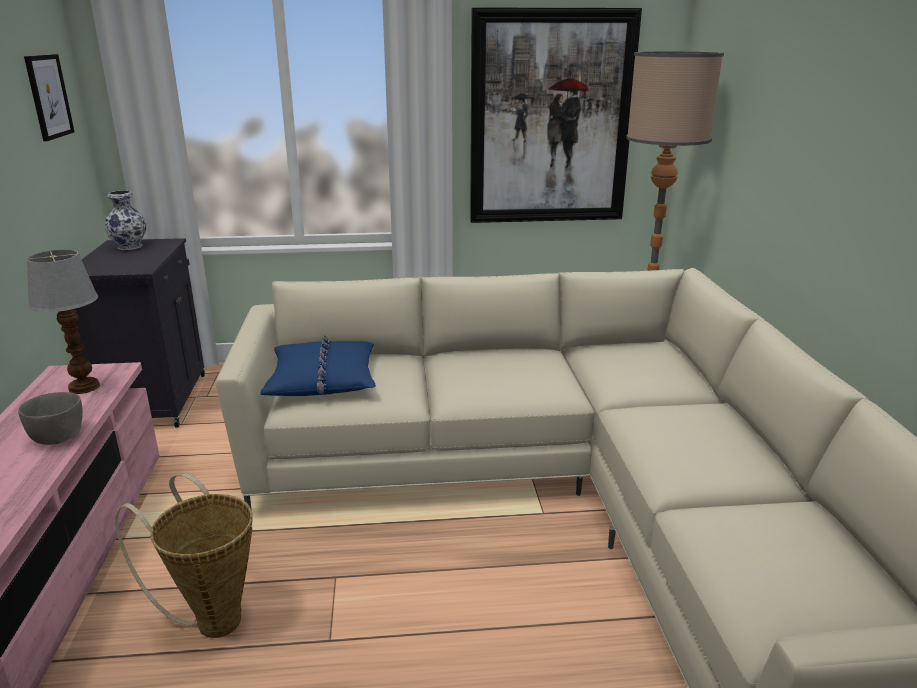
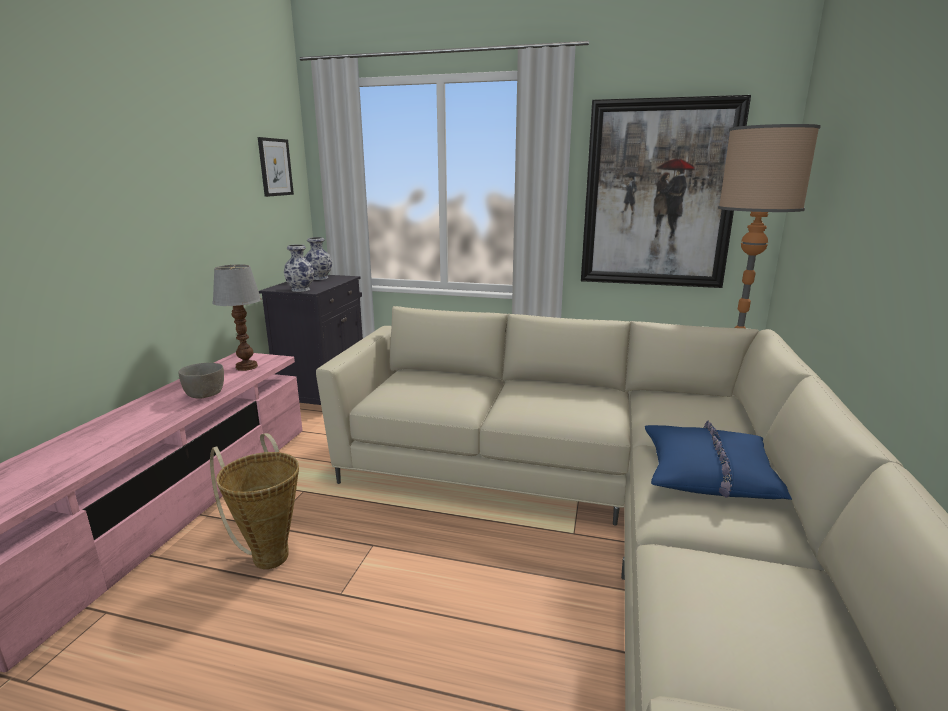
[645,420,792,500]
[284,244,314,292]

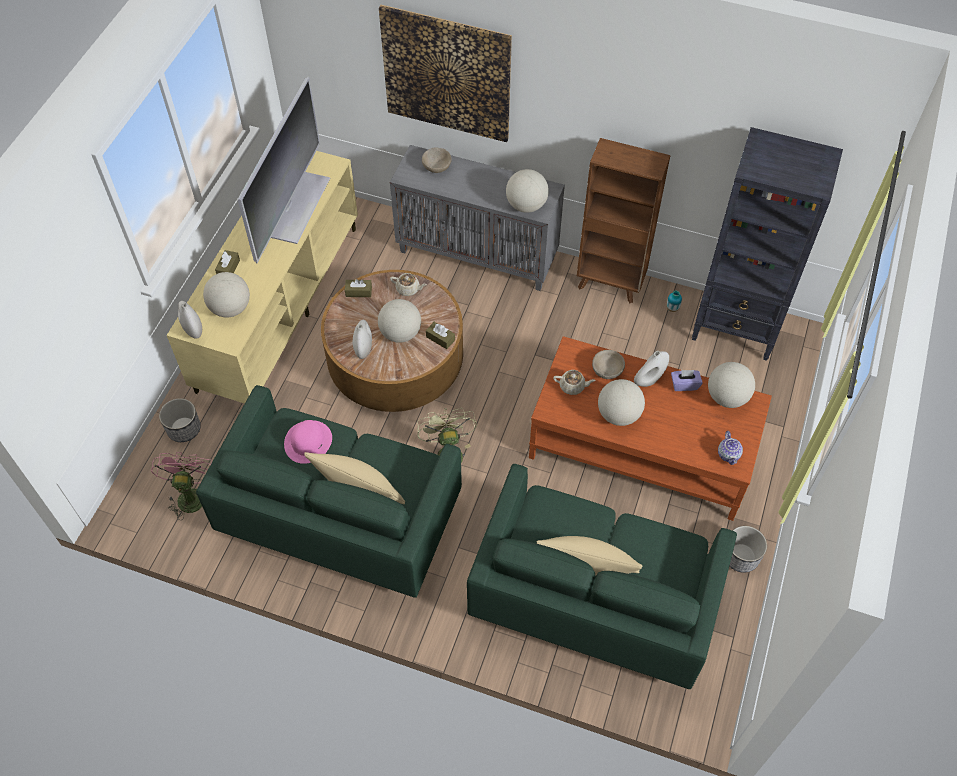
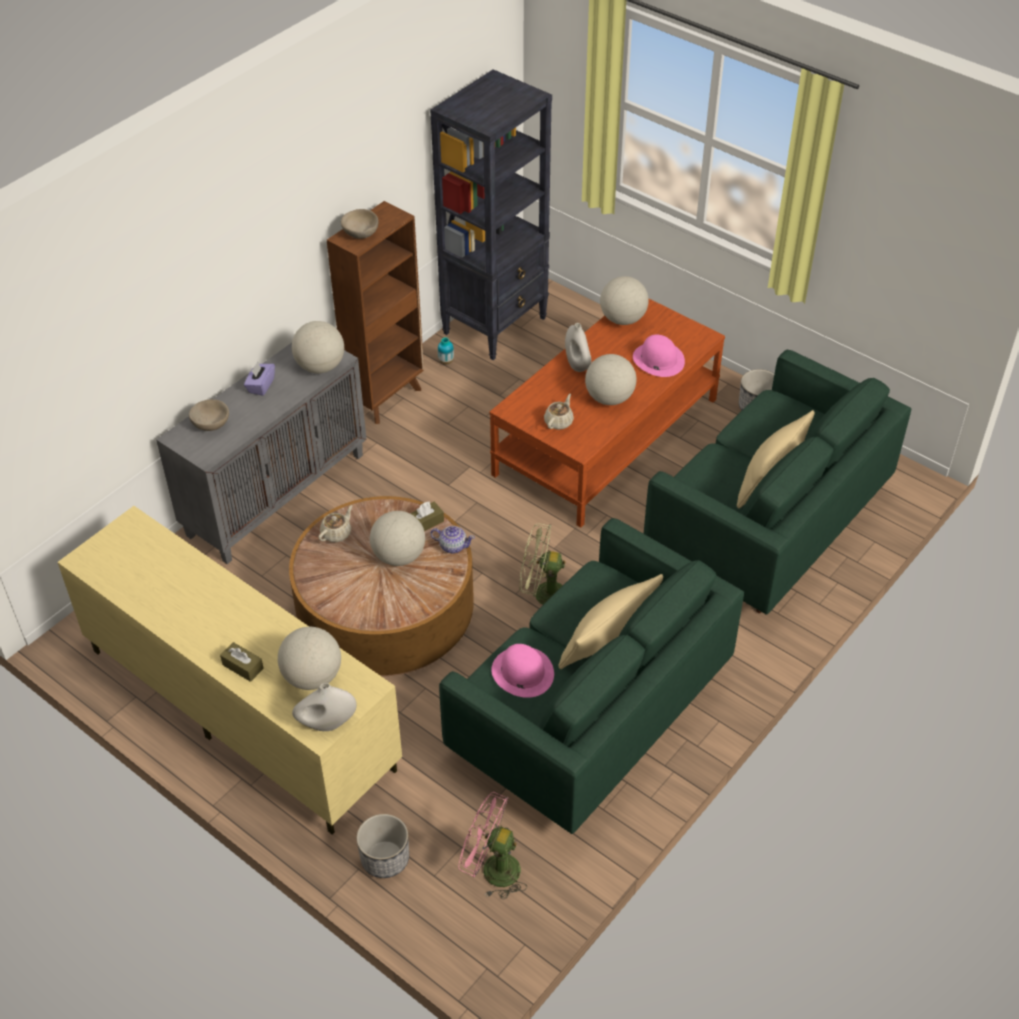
[238,77,330,263] (first image)
[345,279,372,297] (first image)
[353,320,372,359] (first image)
[379,5,512,142] (first image)
[341,209,379,239]
[244,362,275,396]
[430,526,475,554]
[633,334,685,377]

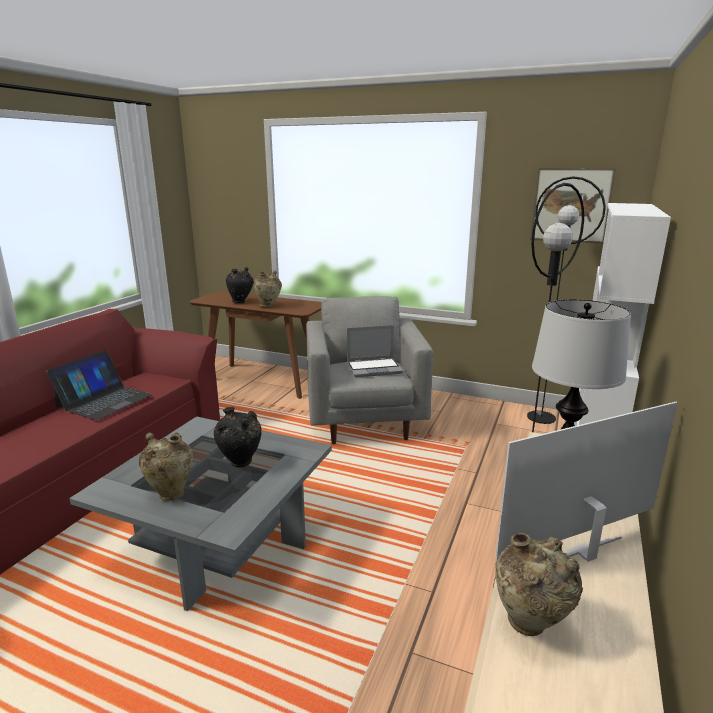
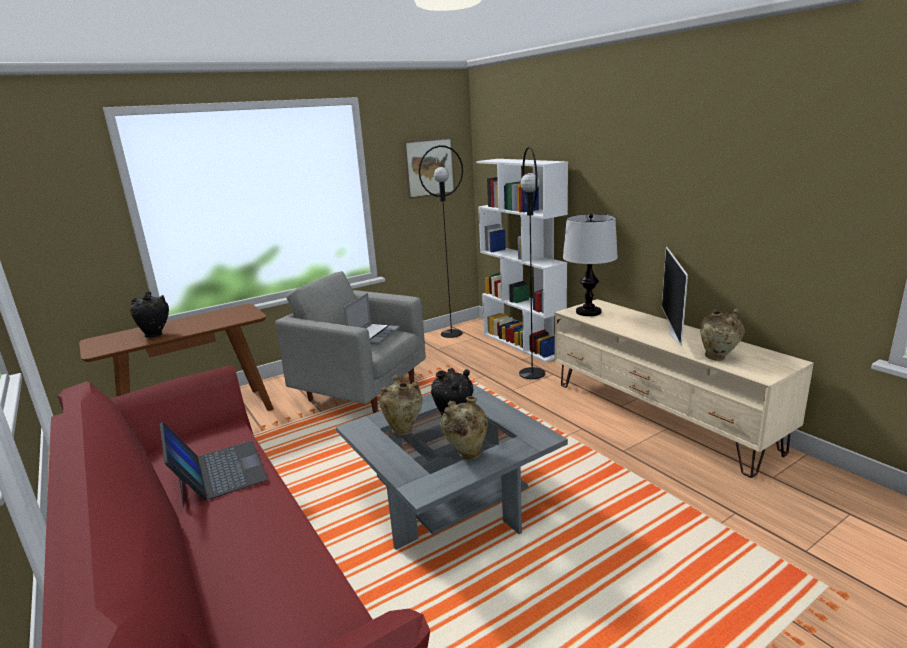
[379,375,423,435]

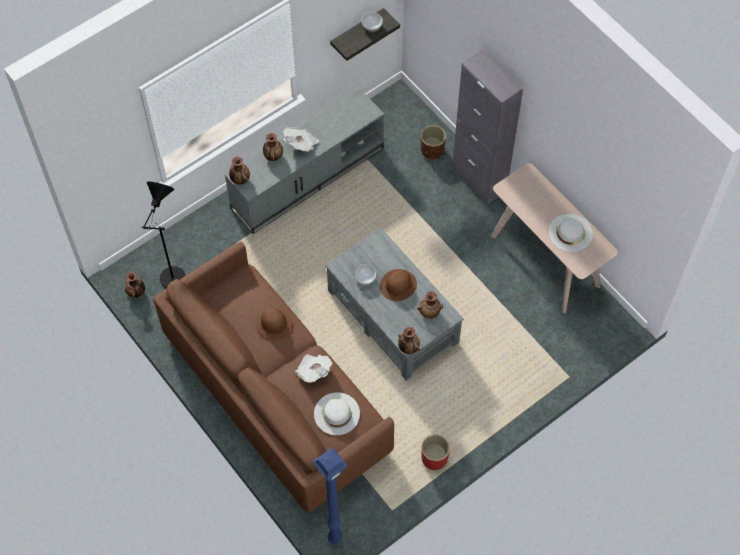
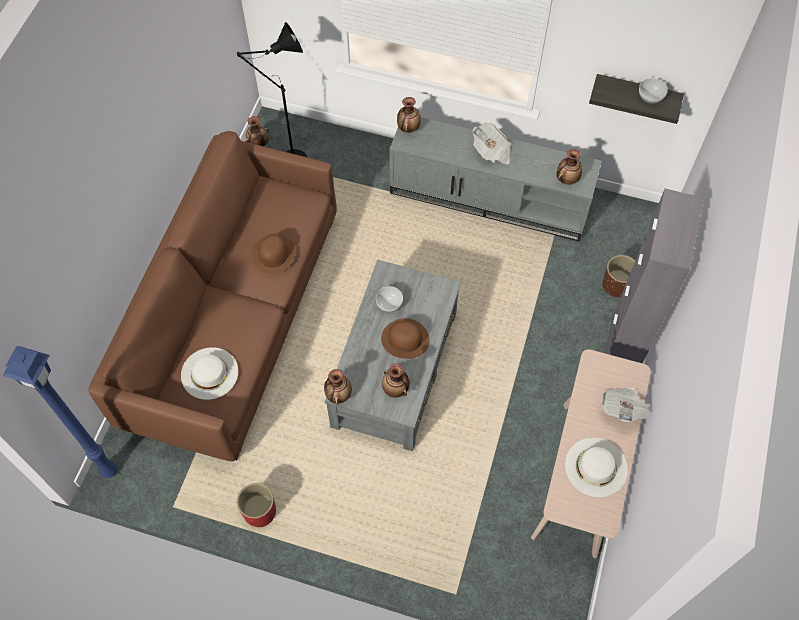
[557,149,582,185]
[601,387,650,422]

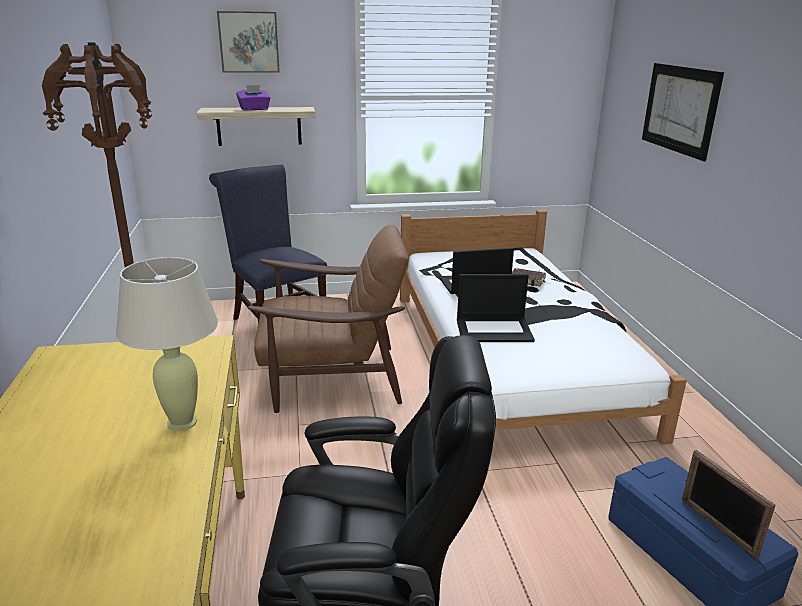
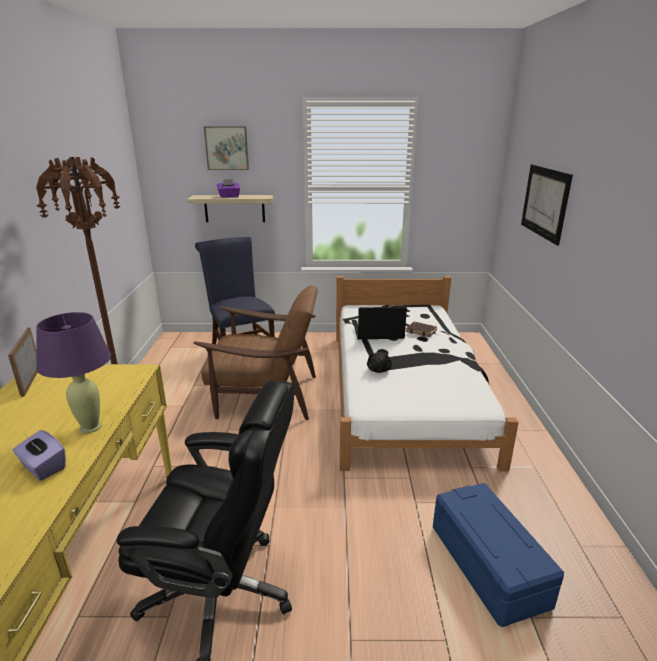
[36,312,111,433]
[367,352,392,373]
[8,328,38,397]
[13,430,66,481]

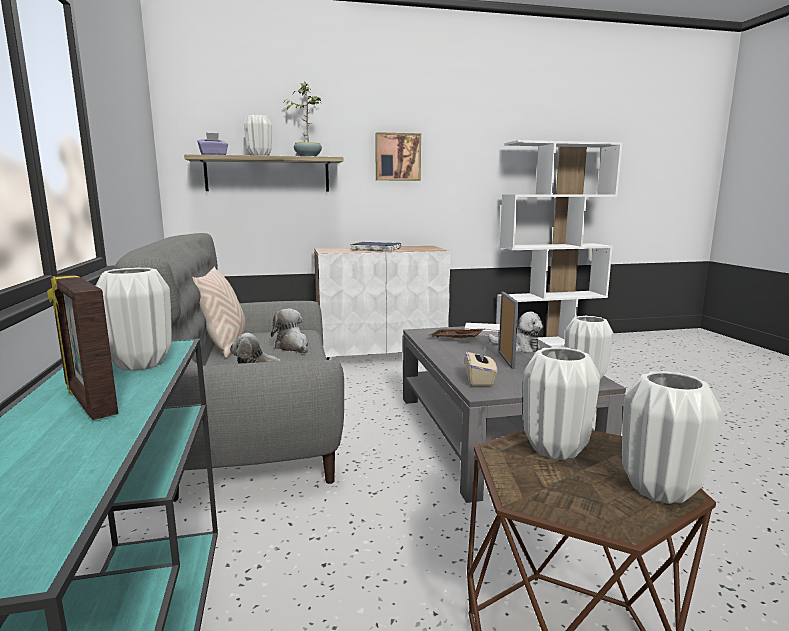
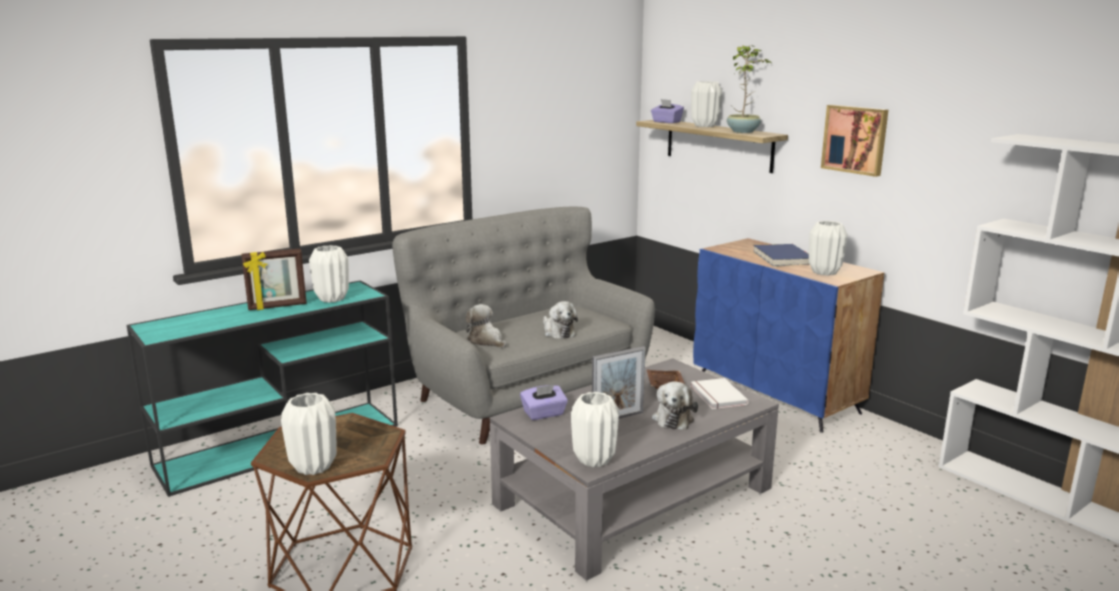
[241,248,307,310]
[193,267,246,358] (first image)
[543,301,578,339]
[693,238,884,433]
[520,385,568,420]
[809,221,848,276]

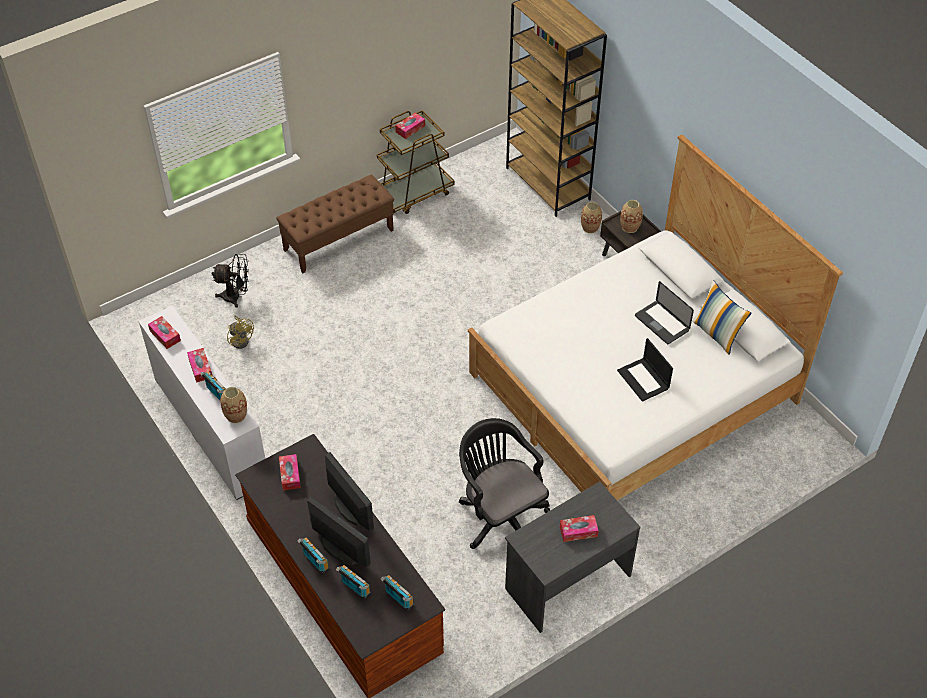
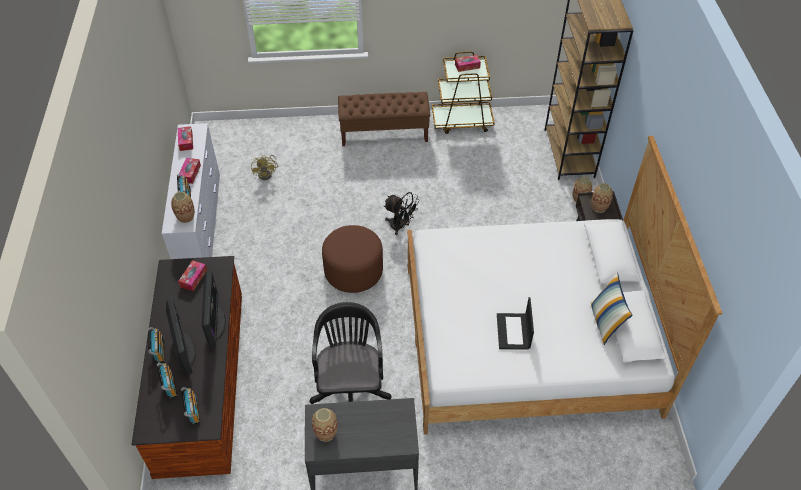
[384,192,419,235]
[560,515,599,542] (first image)
[635,281,694,344] (first image)
[312,408,338,442]
[322,225,383,293]

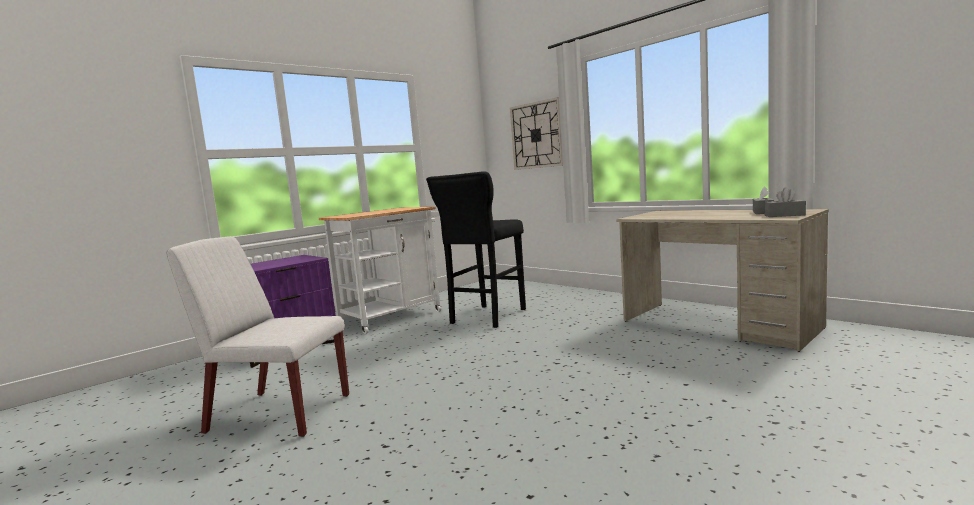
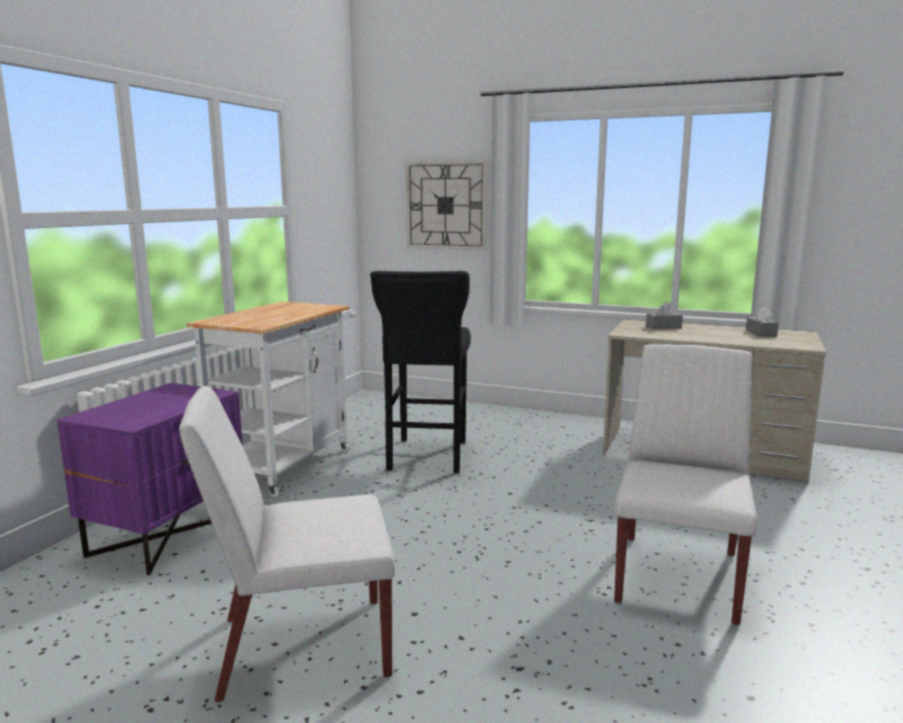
[646,302,683,330]
[614,344,757,626]

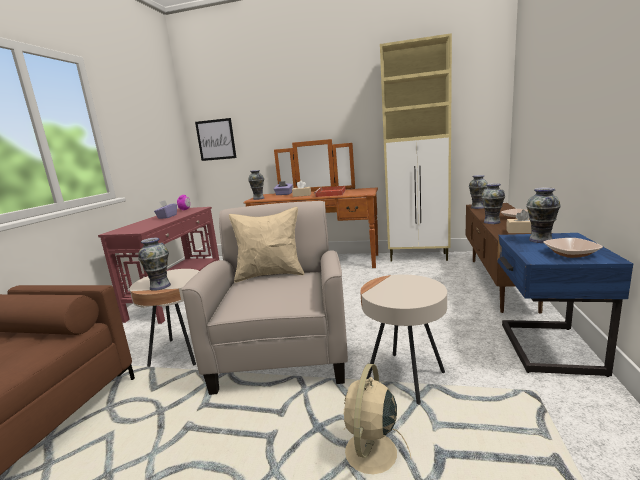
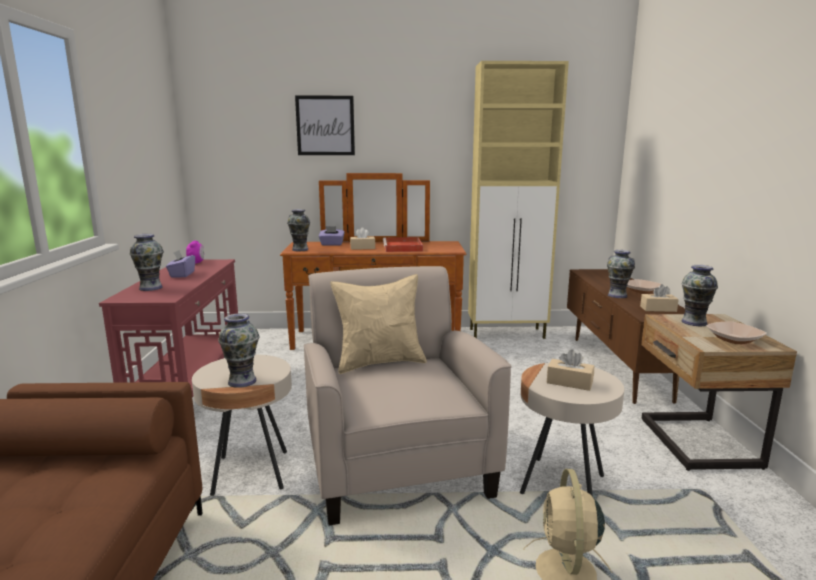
[295,95,355,155]
[130,234,164,291]
[641,314,797,471]
[547,349,594,391]

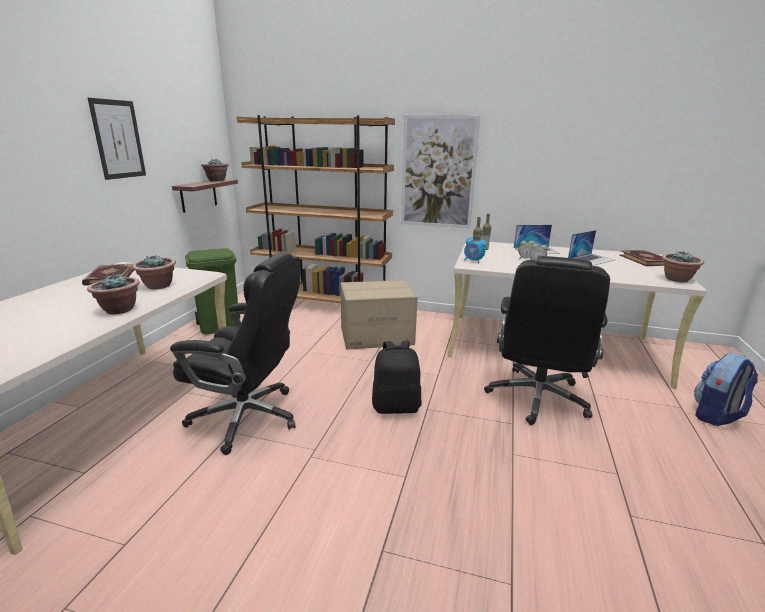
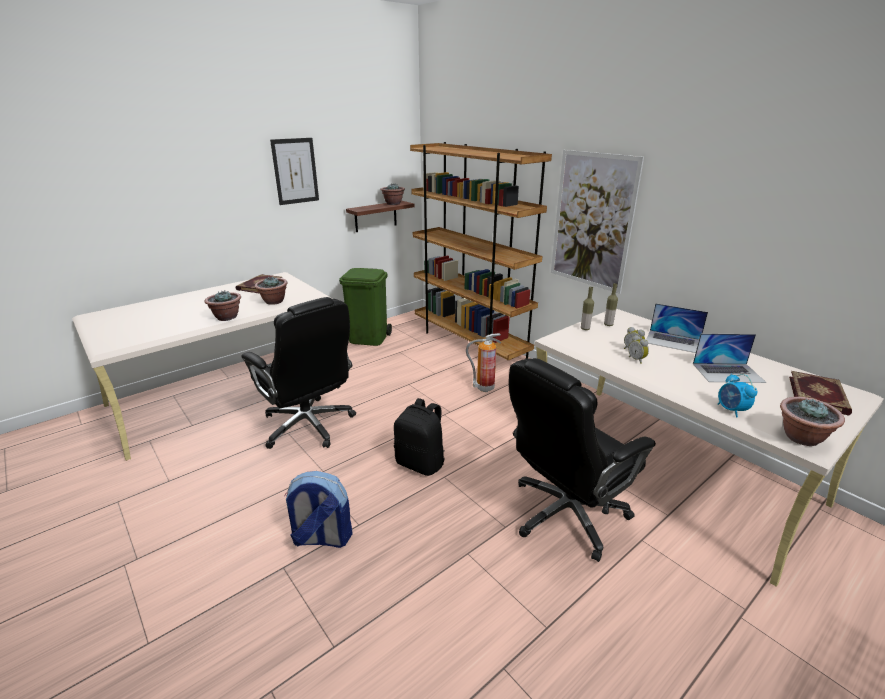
[466,333,501,392]
[718,374,757,417]
[284,471,352,548]

